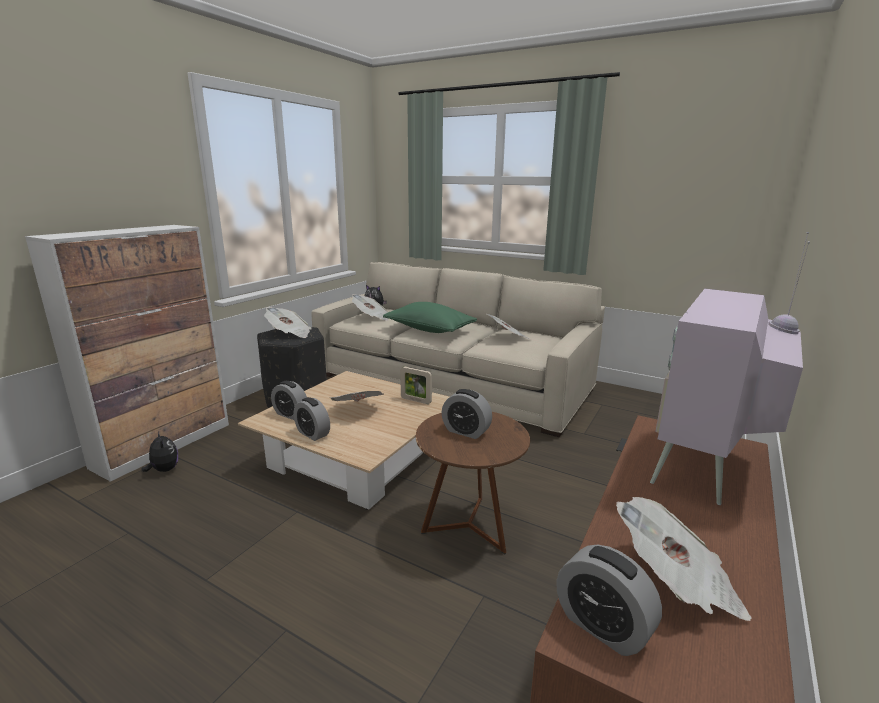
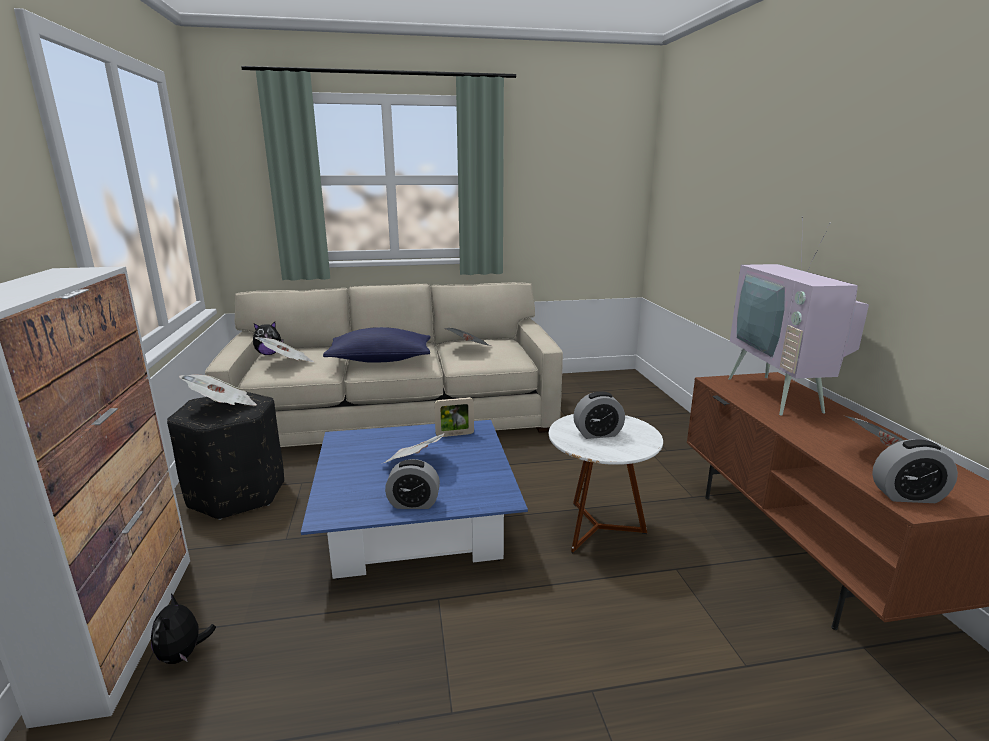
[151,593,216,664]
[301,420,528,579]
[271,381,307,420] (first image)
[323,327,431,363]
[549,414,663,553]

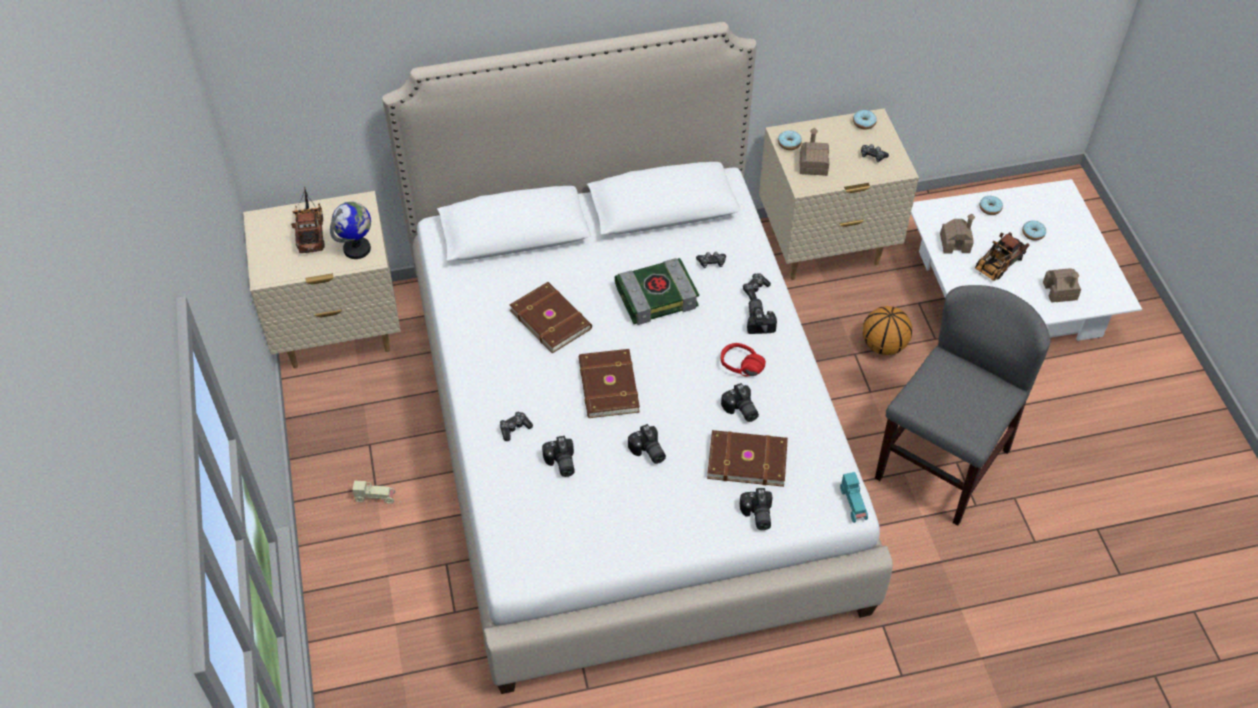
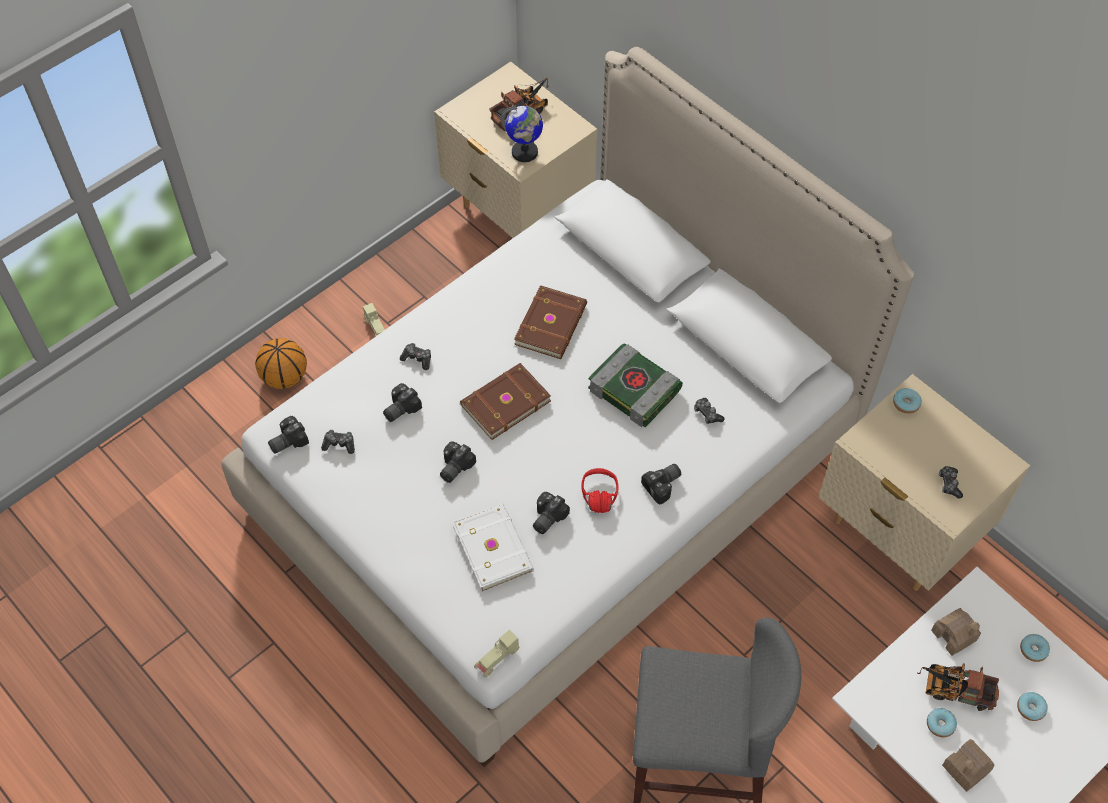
[453,503,534,592]
[268,416,309,454]
[321,430,355,454]
[800,128,829,176] (first image)
[474,629,519,678]
[927,708,957,737]
[255,338,307,389]

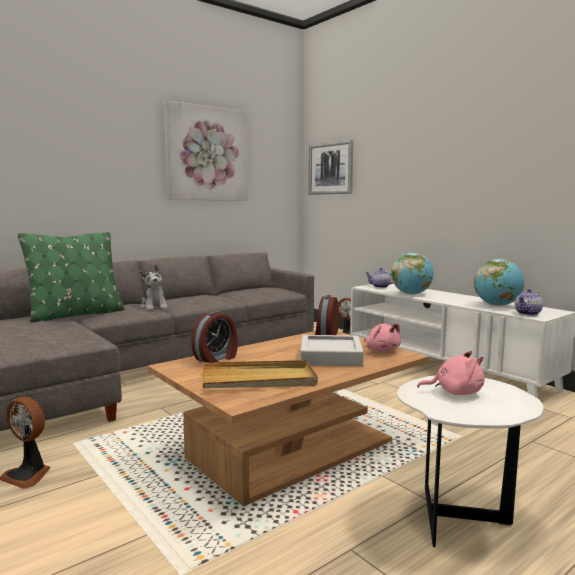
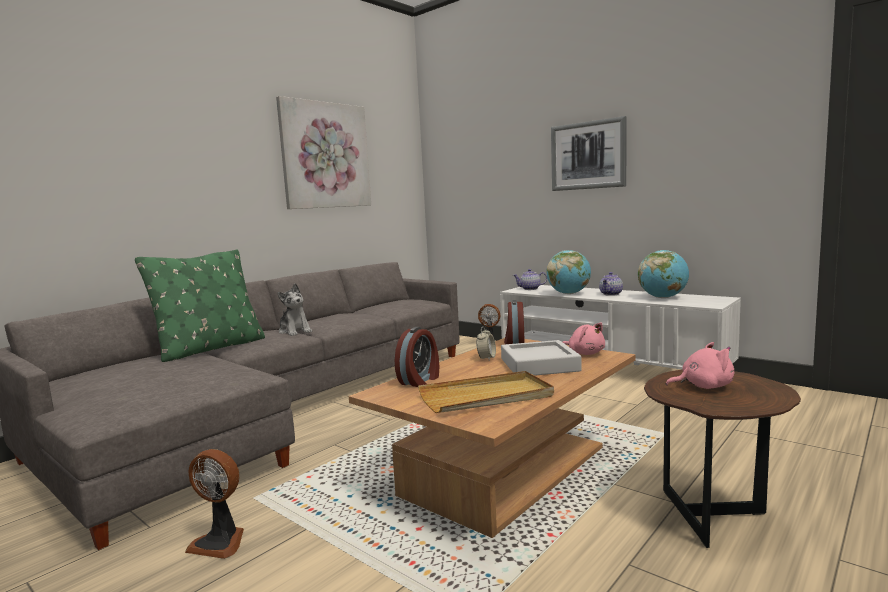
[551,116,626,191]
[644,369,801,548]
[599,272,623,296]
[476,327,496,360]

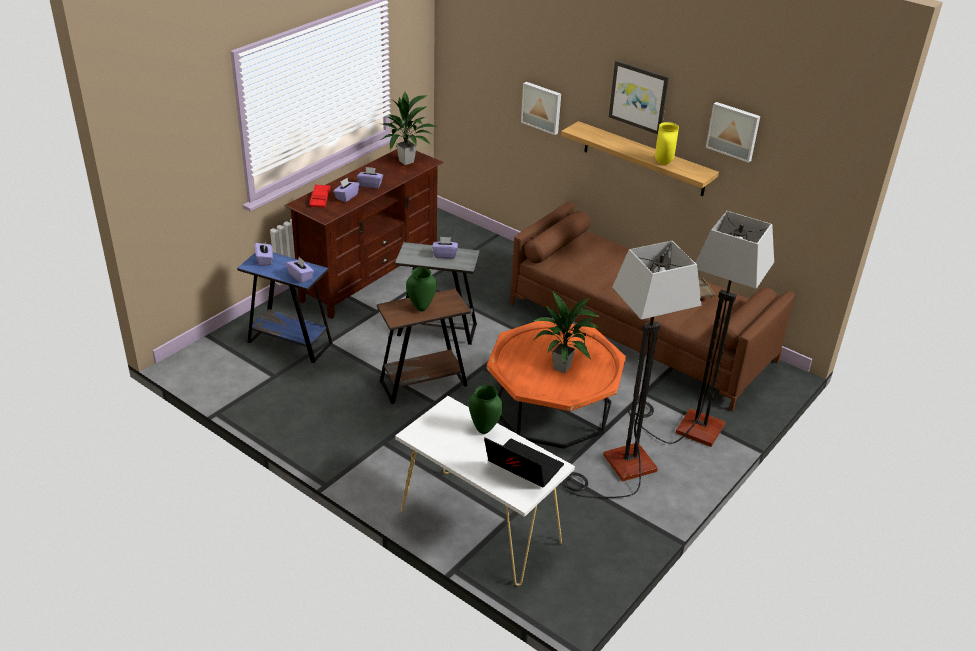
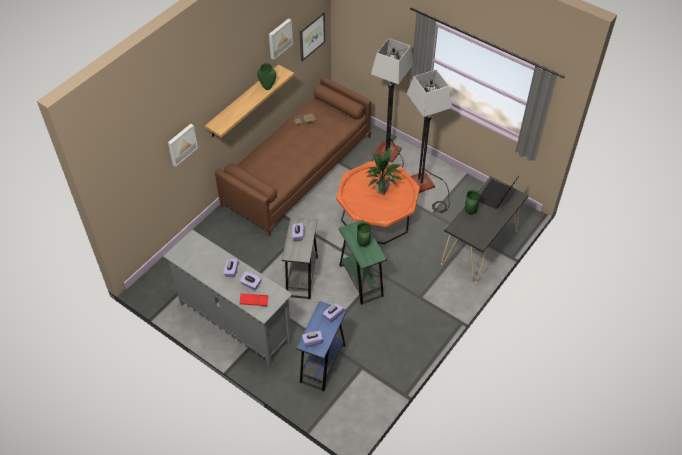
[163,229,293,366]
[339,220,387,305]
[381,92,438,165] (first image)
[441,176,529,284]
[299,11,325,61]
[257,63,276,90]

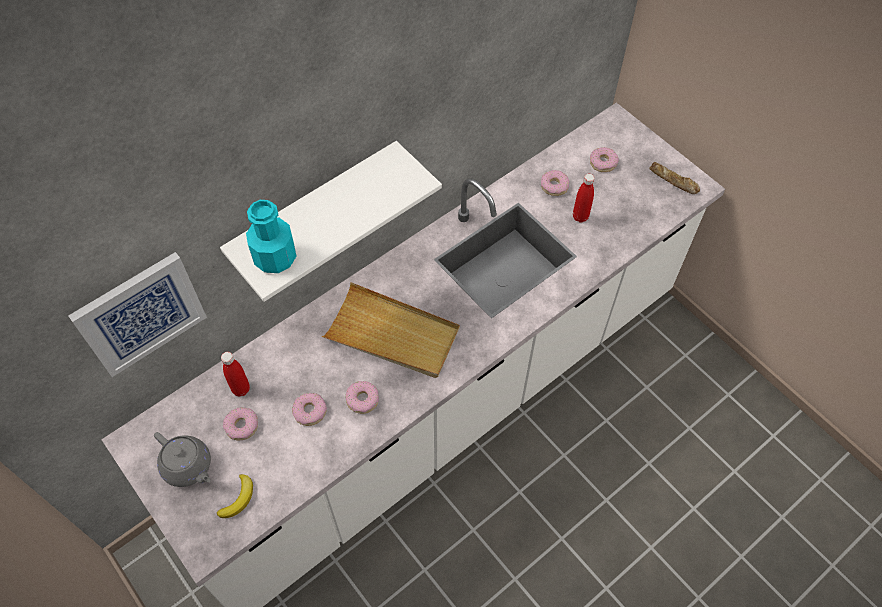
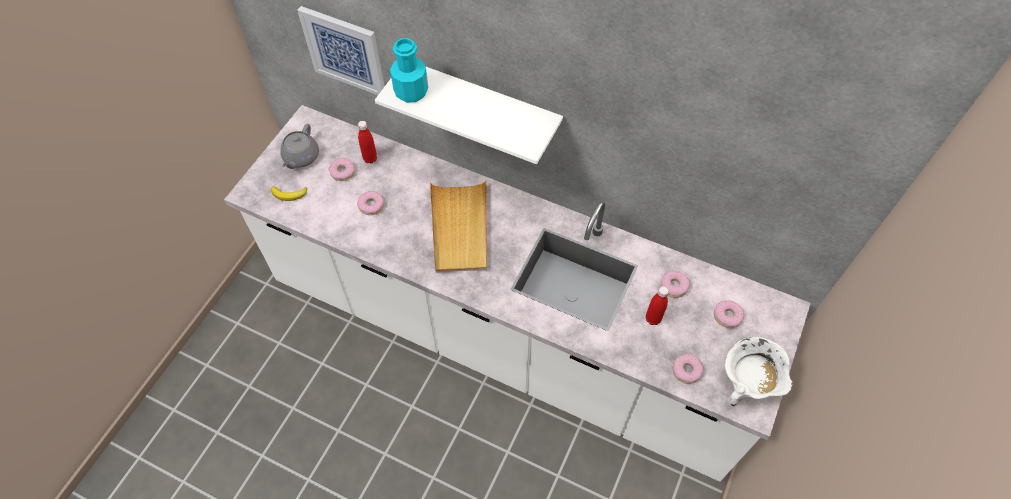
[673,354,703,384]
[725,337,793,406]

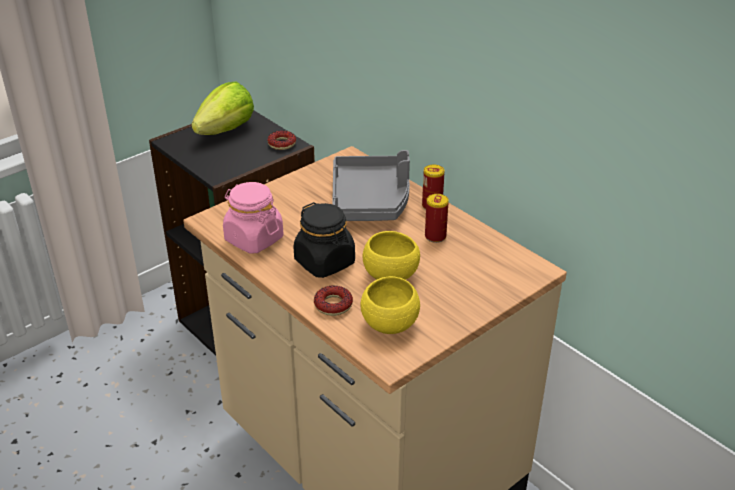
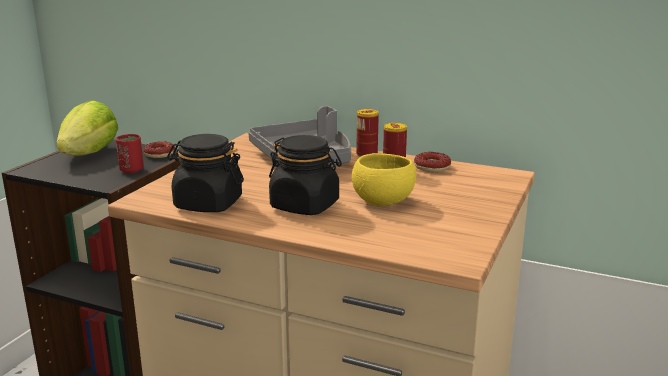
[167,134,244,212]
[414,152,451,172]
[361,276,420,334] (first image)
[116,134,144,173]

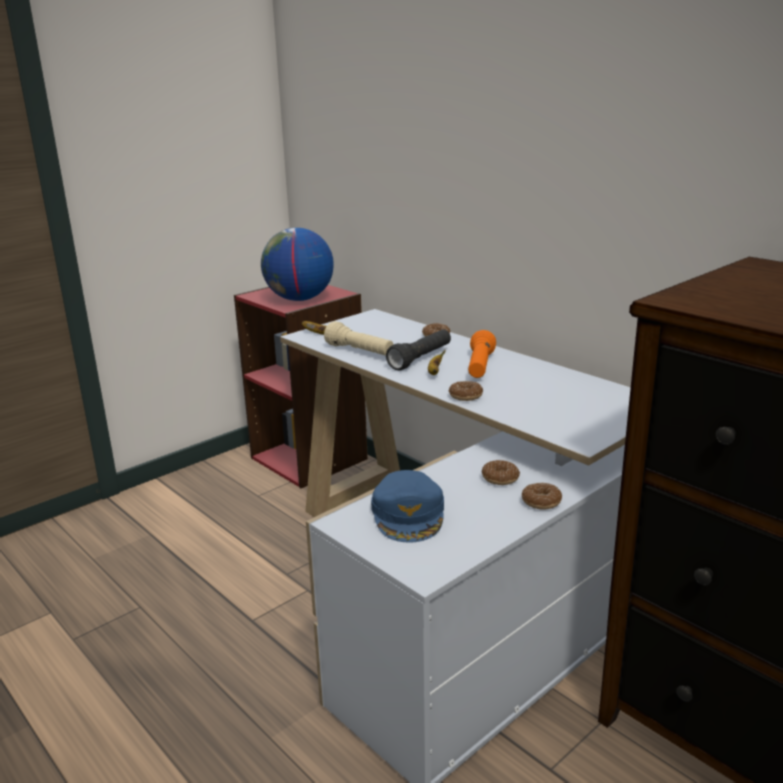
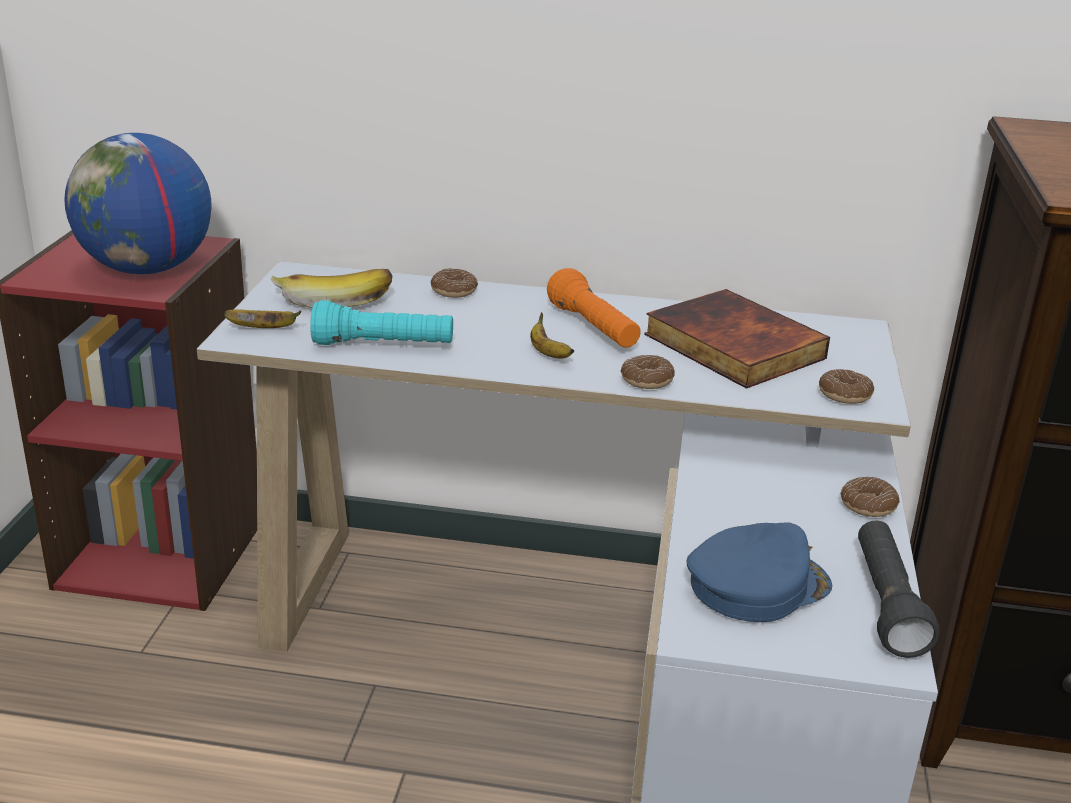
[310,300,453,345]
[687,523,832,622]
[858,520,940,658]
[819,369,874,404]
[270,269,392,308]
[644,289,830,389]

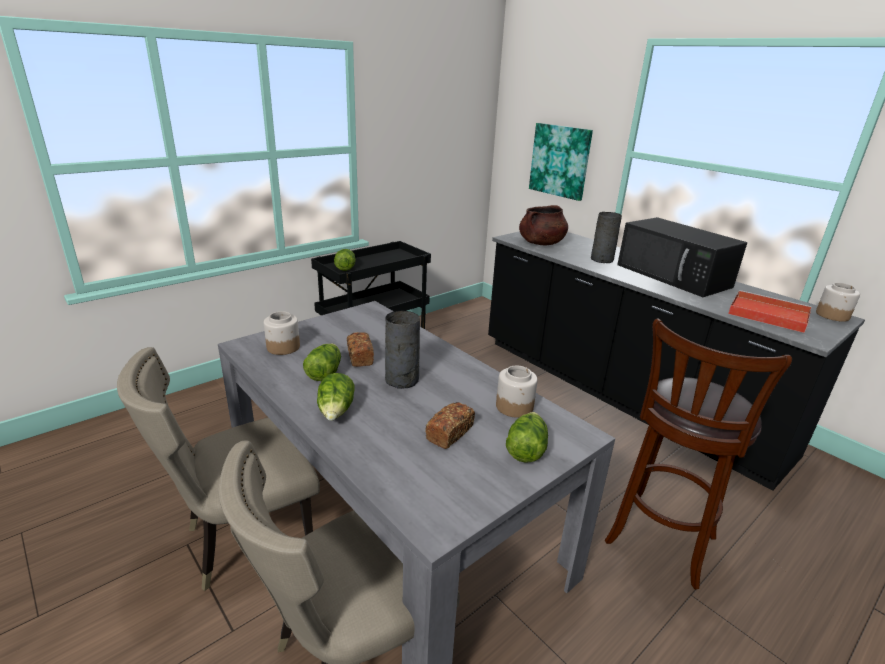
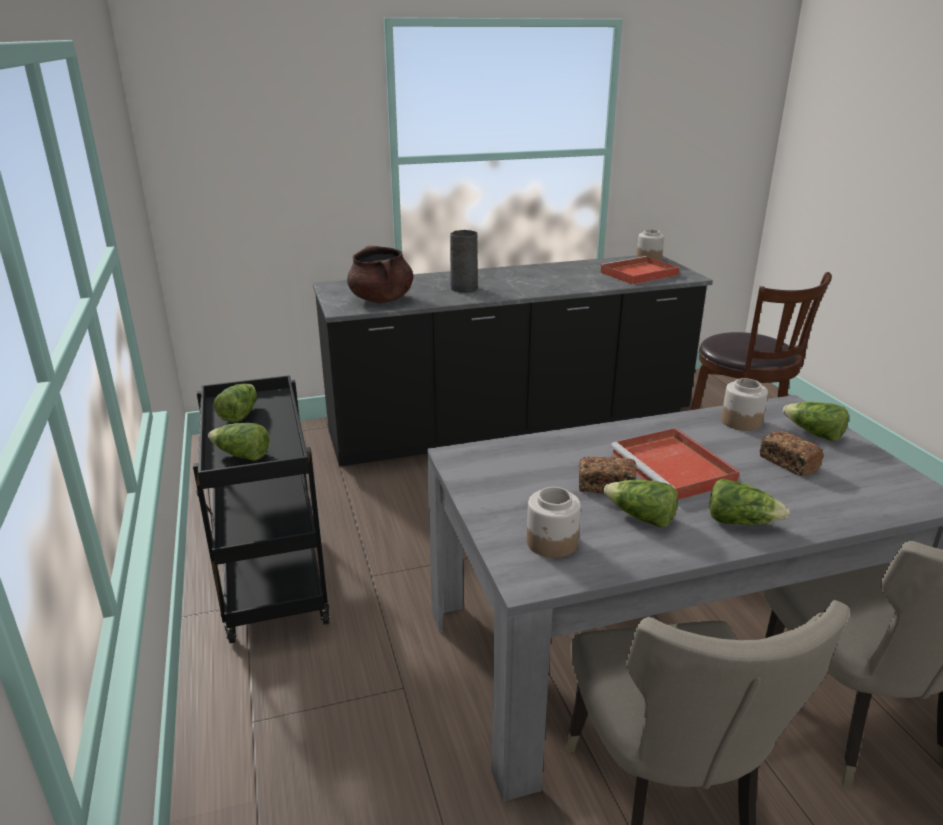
[611,428,740,500]
[529,123,593,201] (first image)
[617,217,748,297] (first image)
[214,384,257,422]

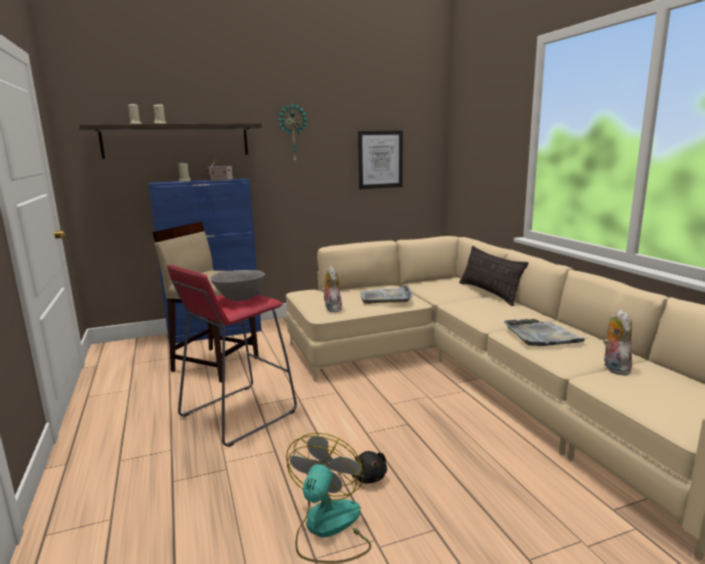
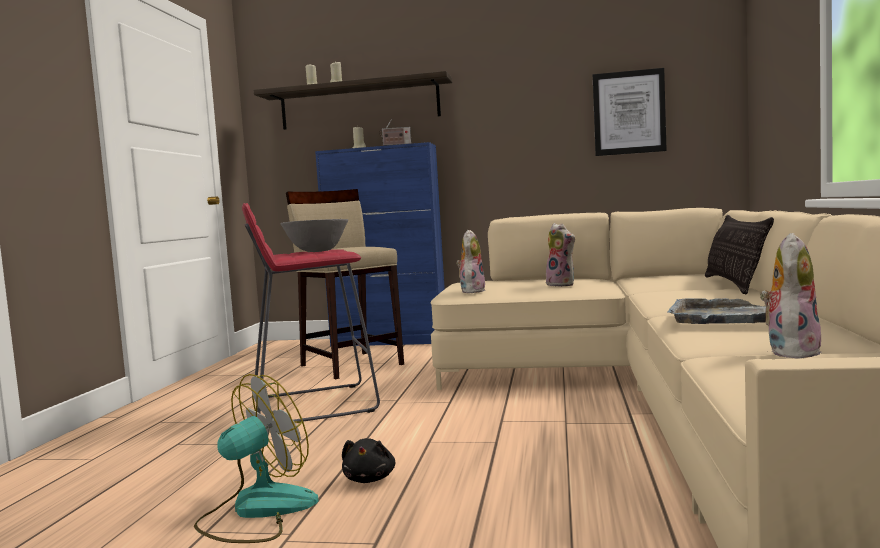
[278,103,308,162] (first image)
[545,223,576,287]

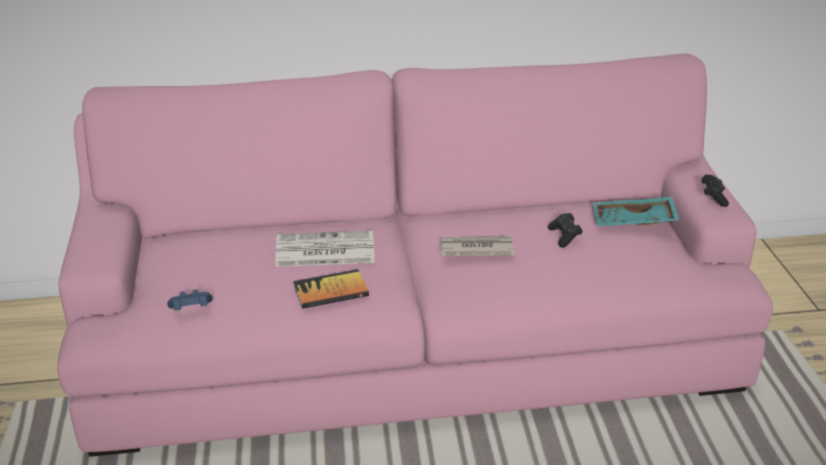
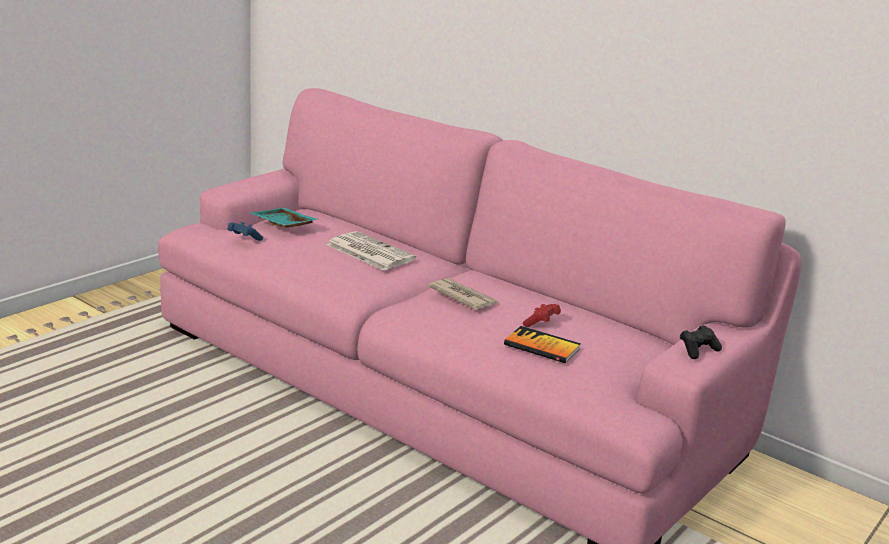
[504,326,581,363]
[523,304,561,327]
[249,208,319,228]

